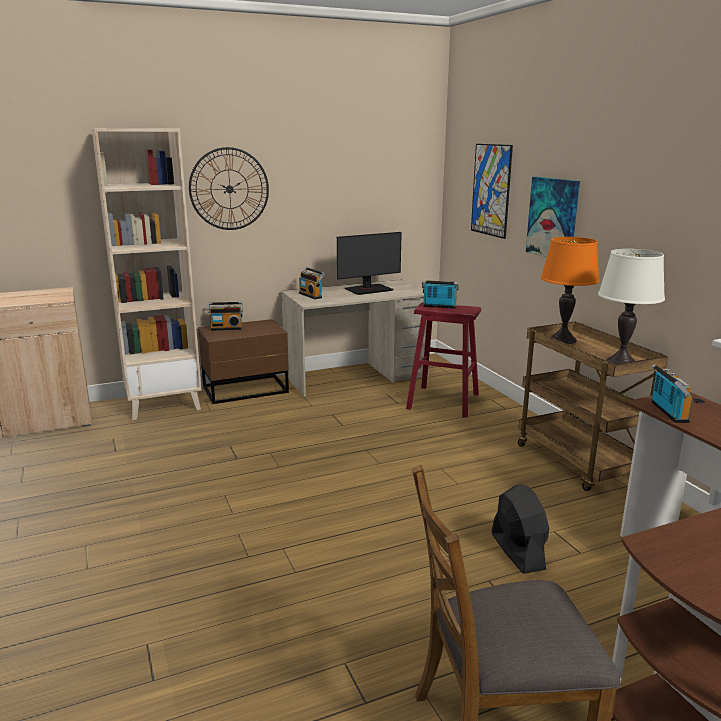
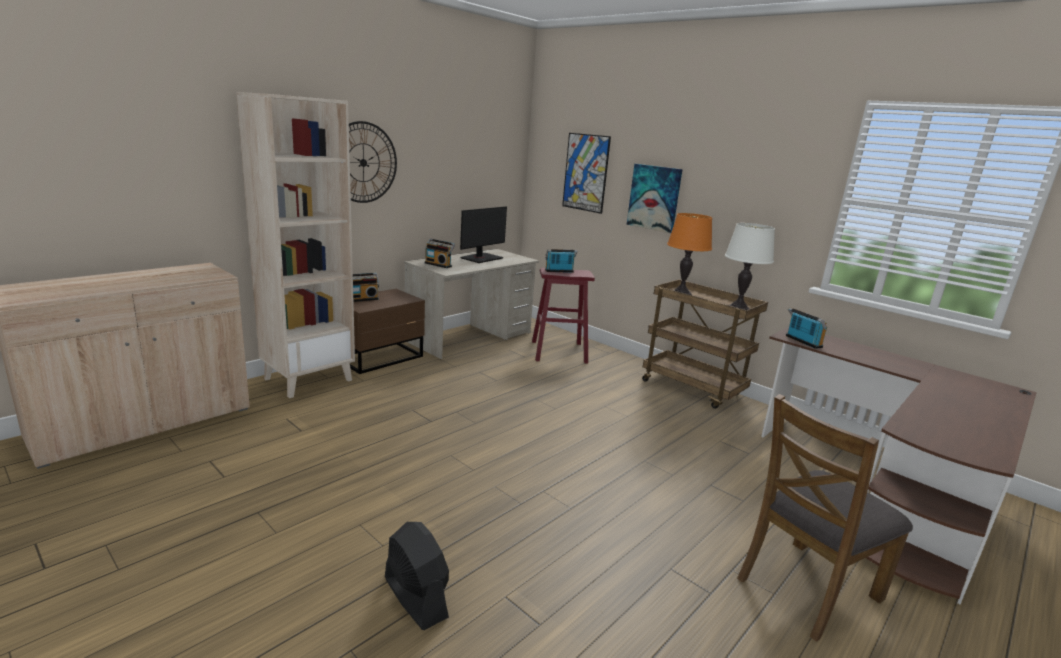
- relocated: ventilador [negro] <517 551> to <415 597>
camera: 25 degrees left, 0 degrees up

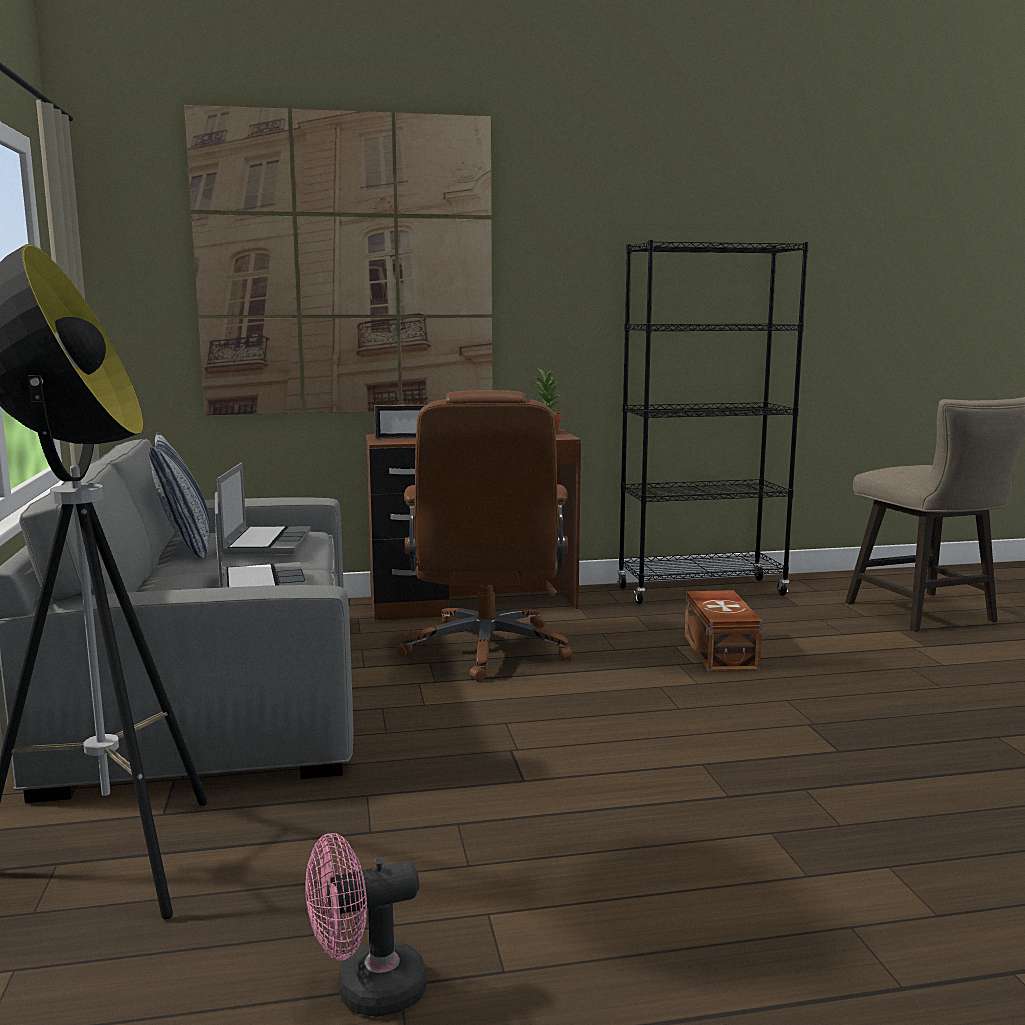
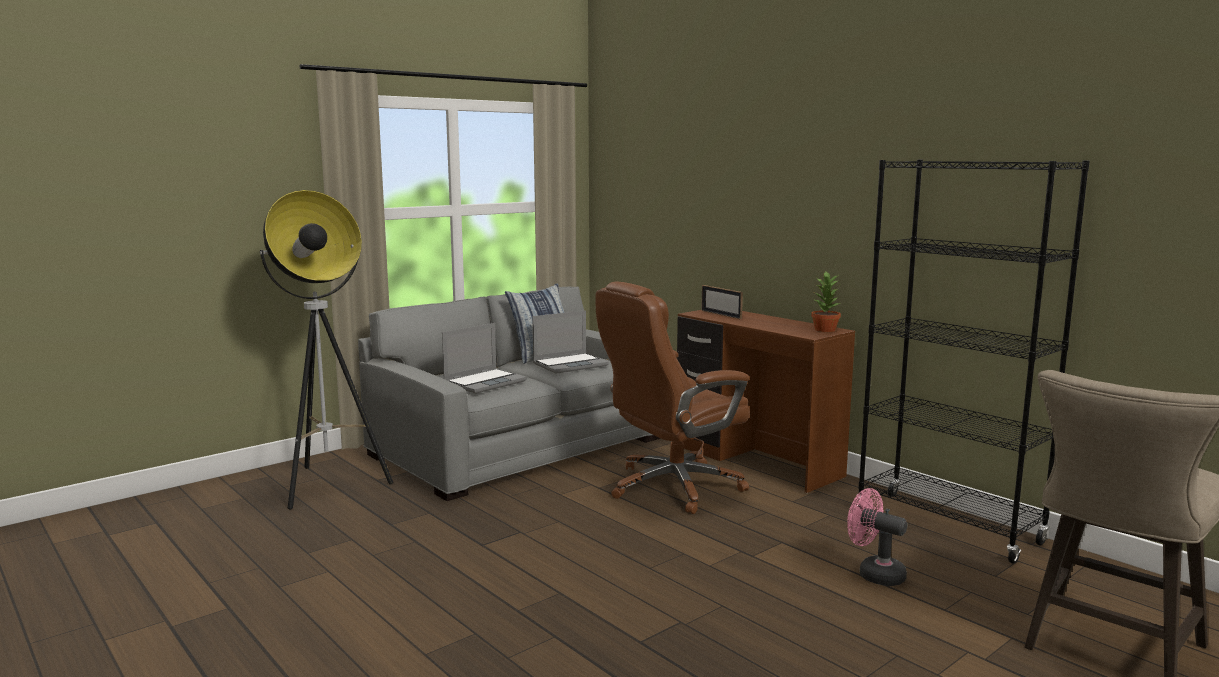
- missing: cuadro <347 266>
- missing: caja de almacenaje [marrón] <721 652>
- relocated: ventilador [rosa] <366 992> to <874 573>
camera: 60 degrees right, 0 degrees up

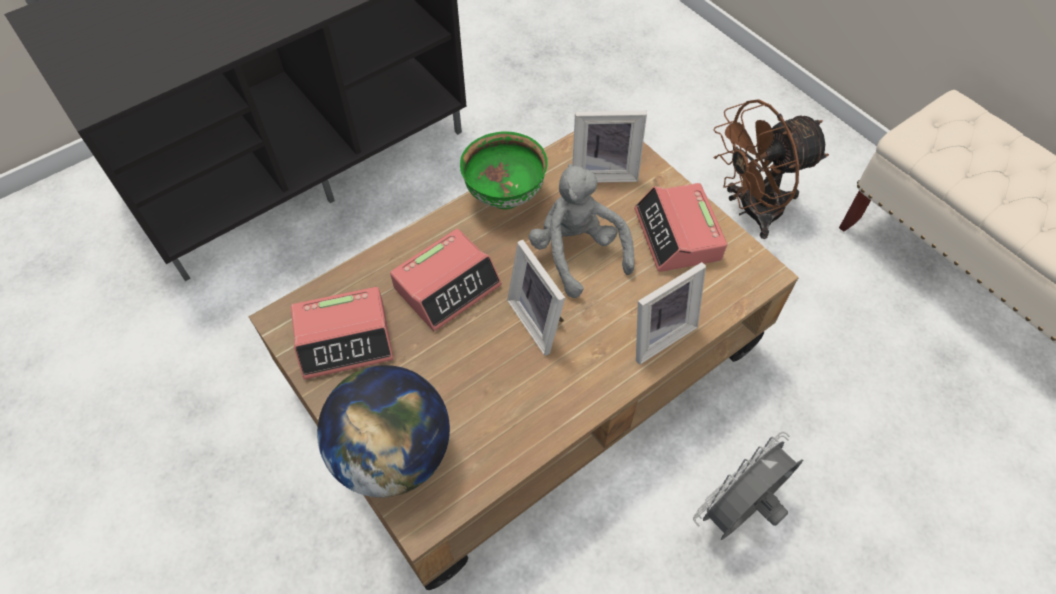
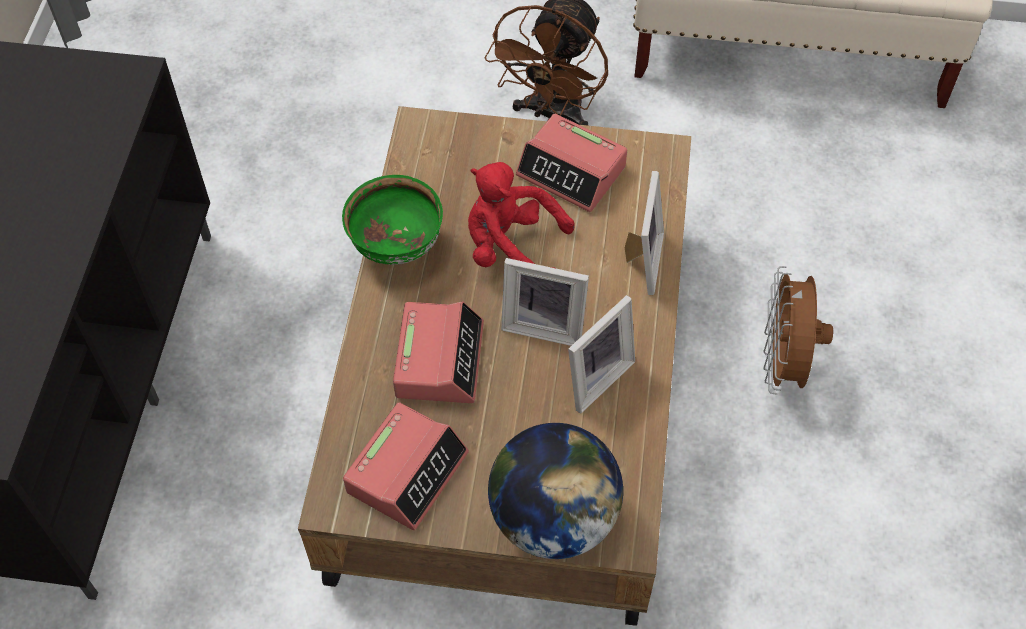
- relocated: portarretratos <603 171> to <594 376>
- colour: peluche [gris] <577 253> to peluche [rojo] <511 248>
- colour: ventilador [gris] <738 511> to ventilador [marrón] <783 364>
camera: 45 degrees left, 0 degrees up

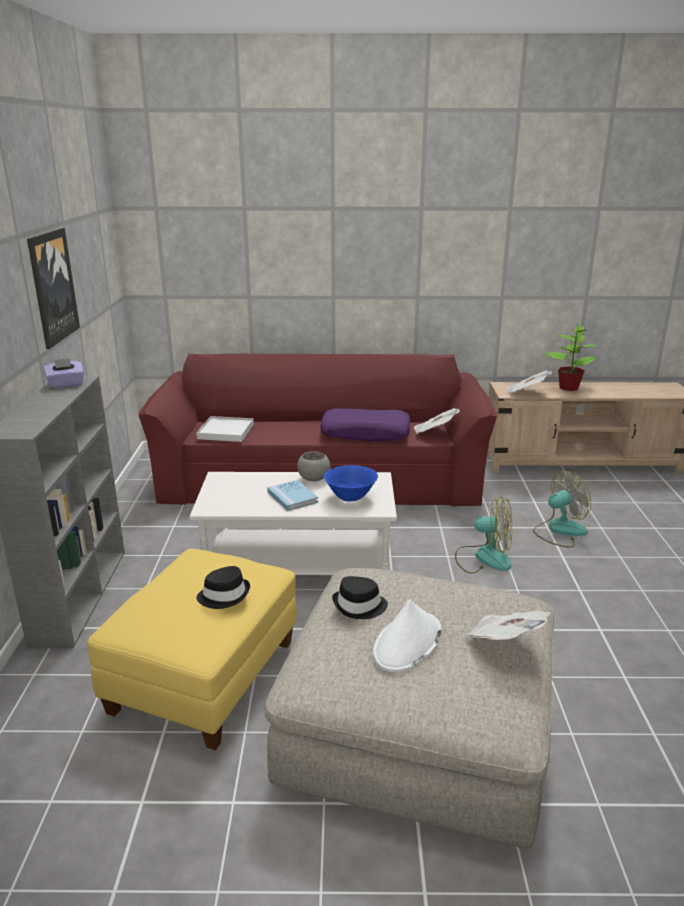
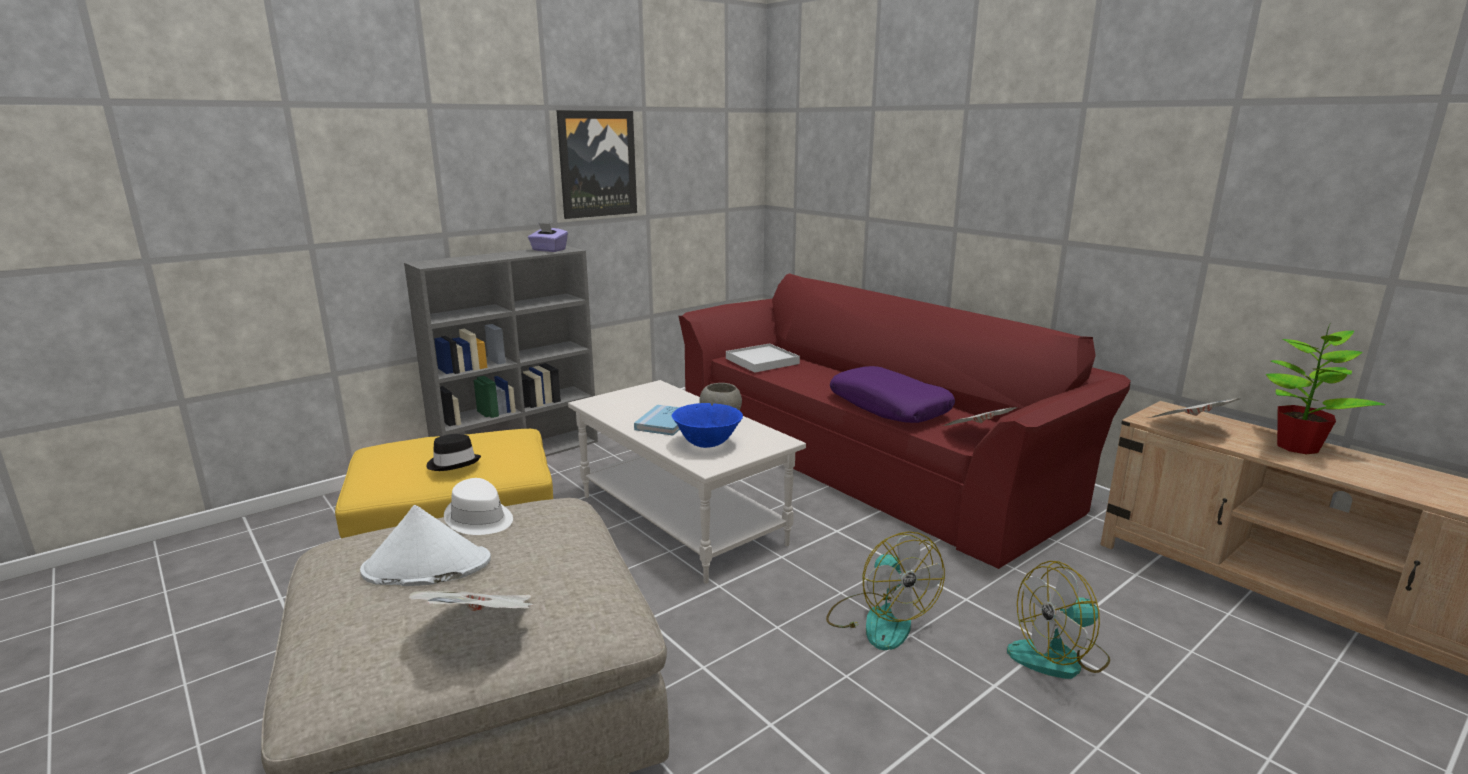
- spun: ventilador <559 531> = <1059 657> 135 degrees clockwise
- colour: sombrero [negro] <359 606> to sombrero [blanco] <479 519>
camera: 50 degrees right, 5 degrees down

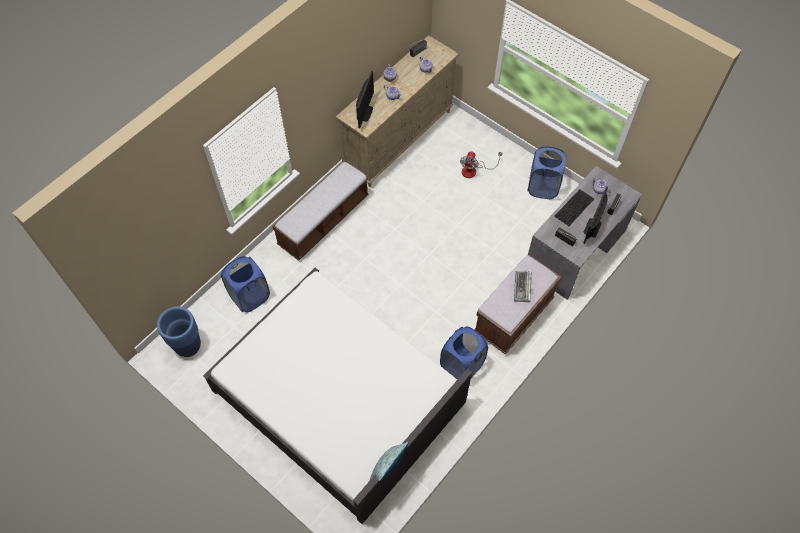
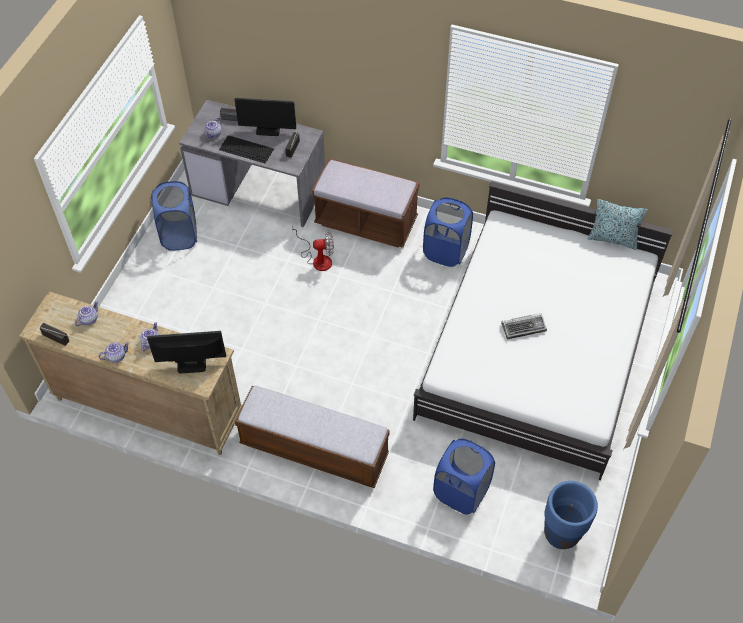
- relocated: ventilador <474 170> to <317 259>
- relocated: teclado <522 288> to <524 327>
camera: 110 degrees left, 5 degrees down

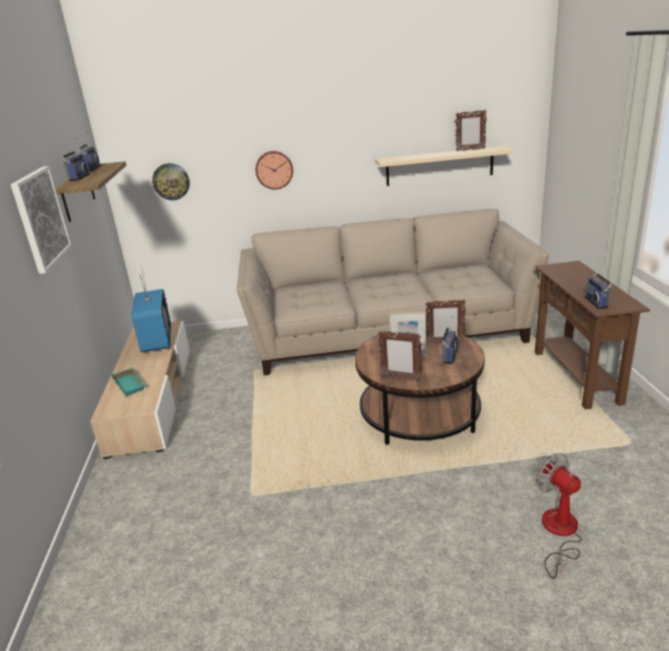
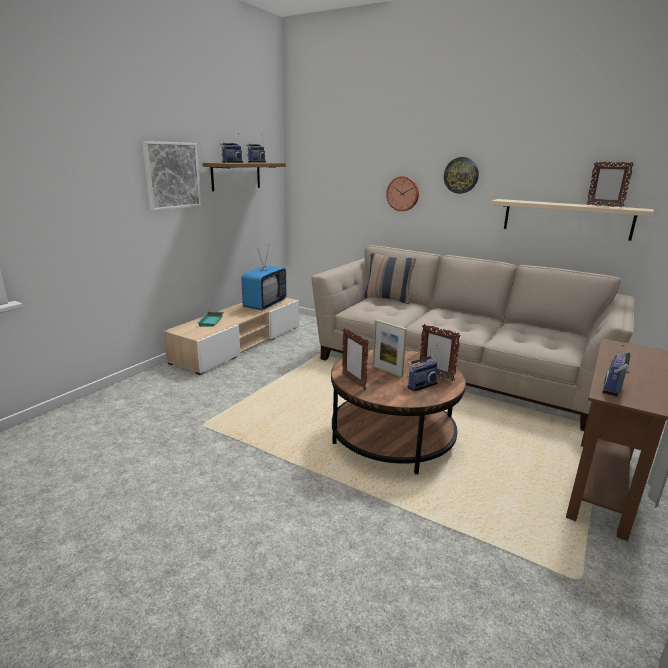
- relocated: reloj de pared <171 181> to <461 175>
- missing: ventilador <559 533>
- appeared: cojín <388 299>
camera: 35 degrees right, 5 degrees down

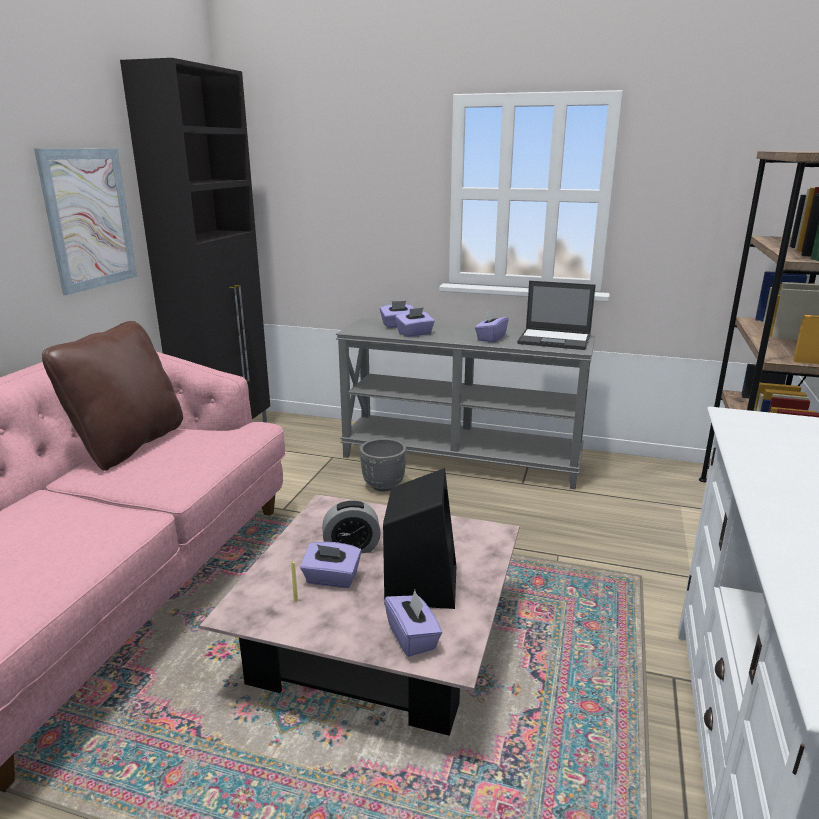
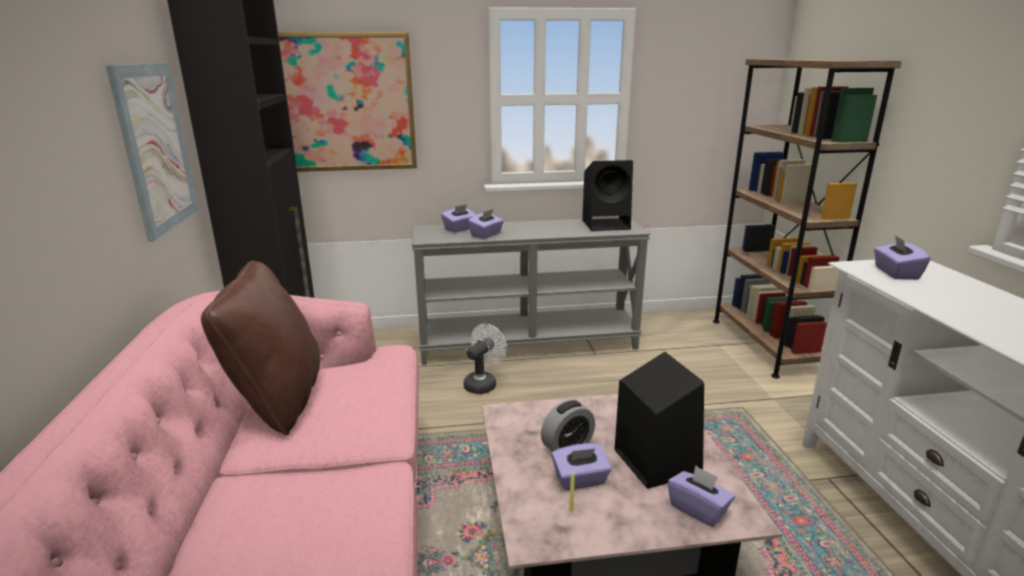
- exchanged: portátil <555 340> to altavoz [negro] <607 224>
- relocated: caja de pañuelos [morado] <490 338> to <895 273>
- exchanged: maceta [gris] <383 486> to ventilador [blanco] <483 383>
- appeared: cuadro <346 103>
camera: 25 degrees left, 0 degrees up

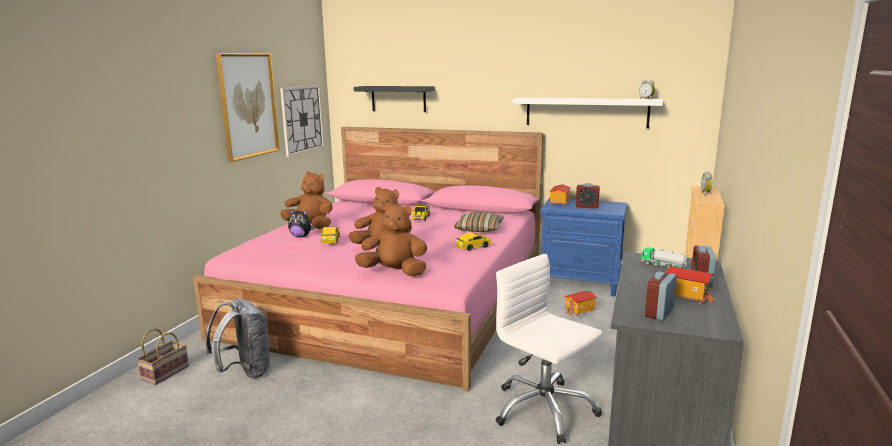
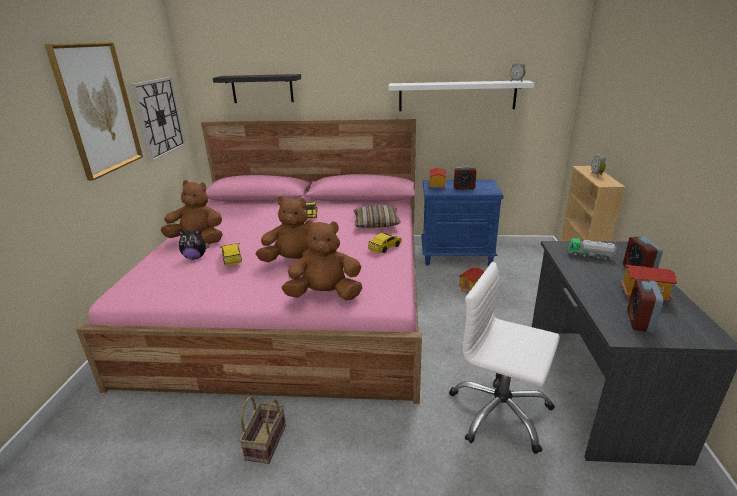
- missing: mochila [gris] <245 372>
- relocated: cesta <165 372> to <265 441>
camera: 15 degrees left, 10 degrees up

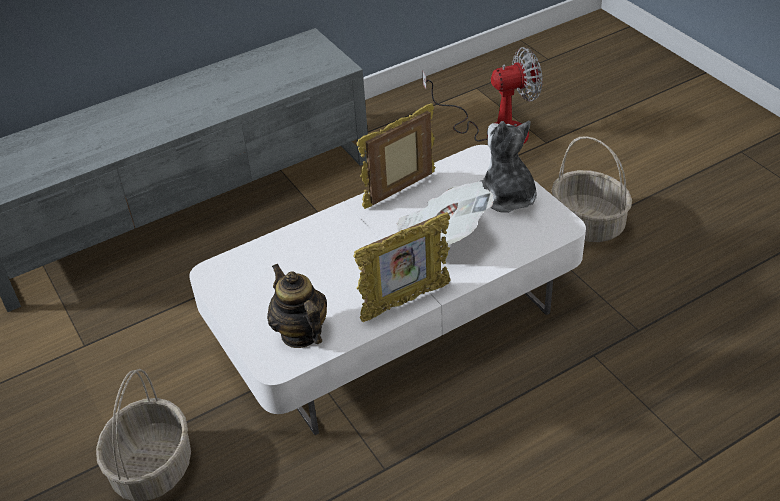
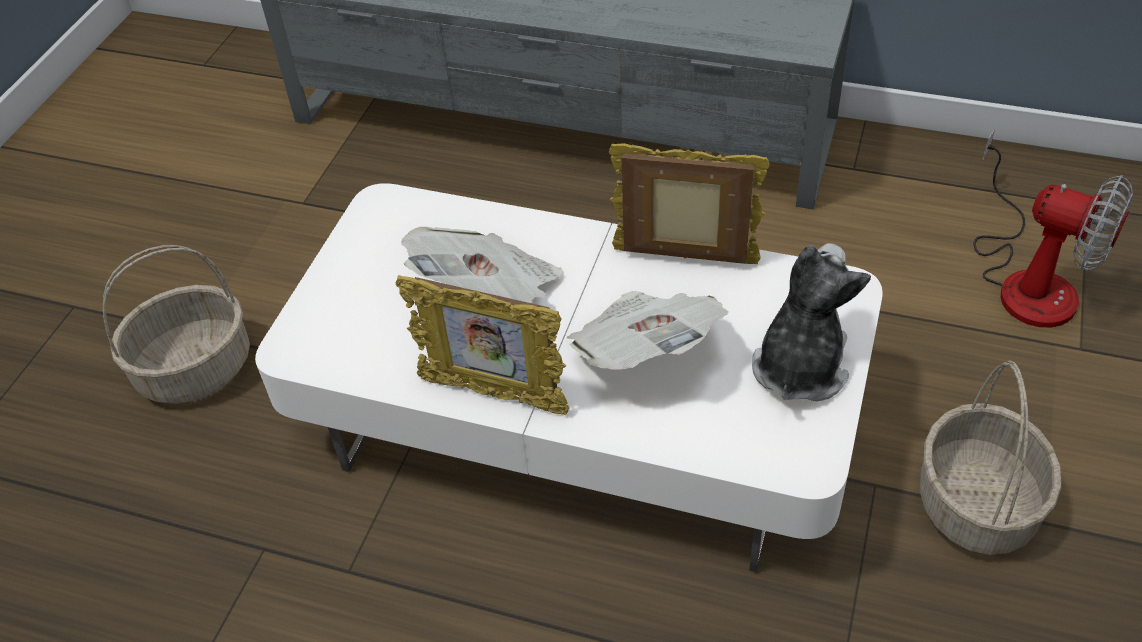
- missing: tetera <300 333>
- appeared: periódico <489 293>
camera: 50 degrees right, 5 degrees up

